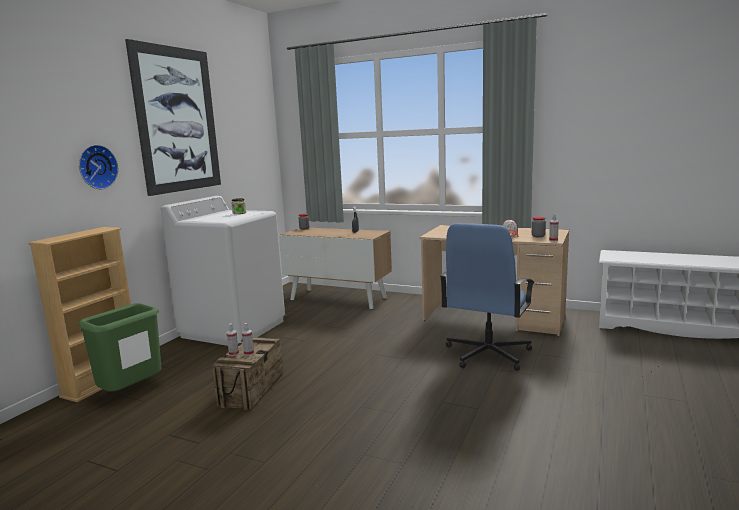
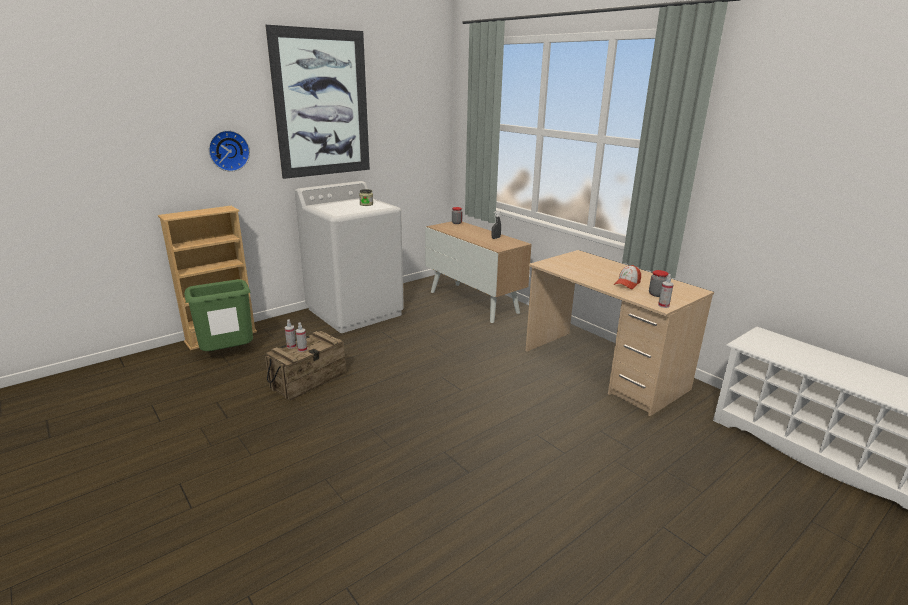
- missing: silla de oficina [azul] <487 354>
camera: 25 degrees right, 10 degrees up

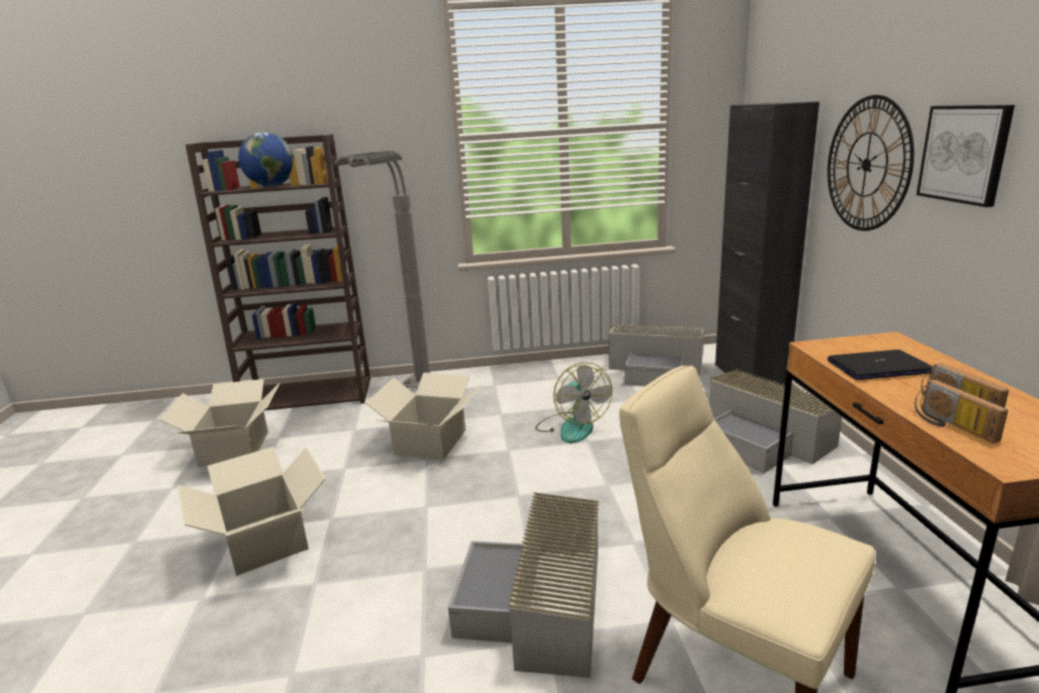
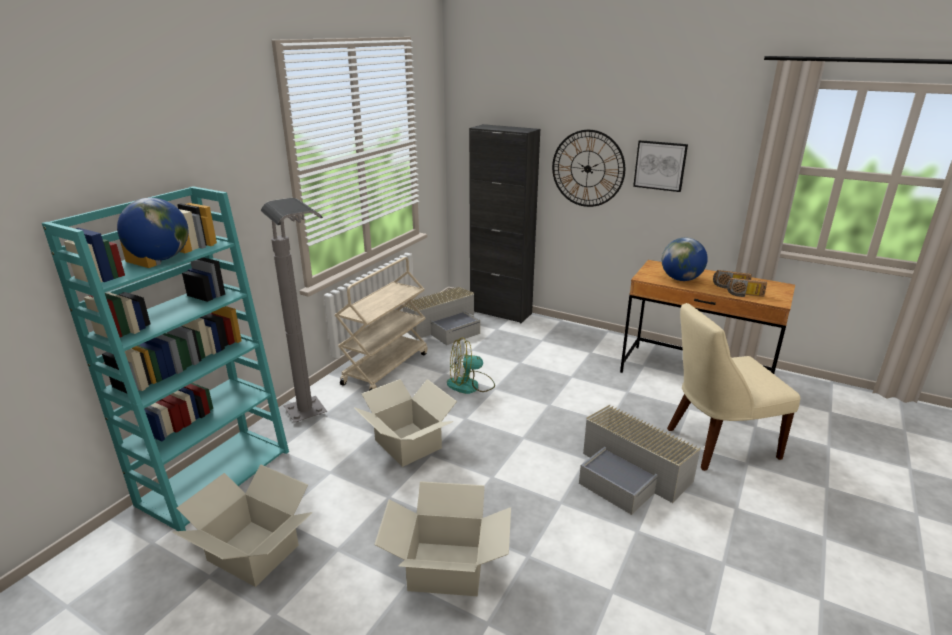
- colour: estantería [marrón] <310 395> to estantería [turquesa] <216 476>
- exchanged: portátil <878 367> to globo terráqueo <681 279>
- spun: ventilador <572 427> = <470 385> 150 degrees clockwise
- missing: caja de almacenaje [gris] <764 439>
- appeared: carrito [beis] <386 368>
camera: 55 degrees left, 5 degrees up

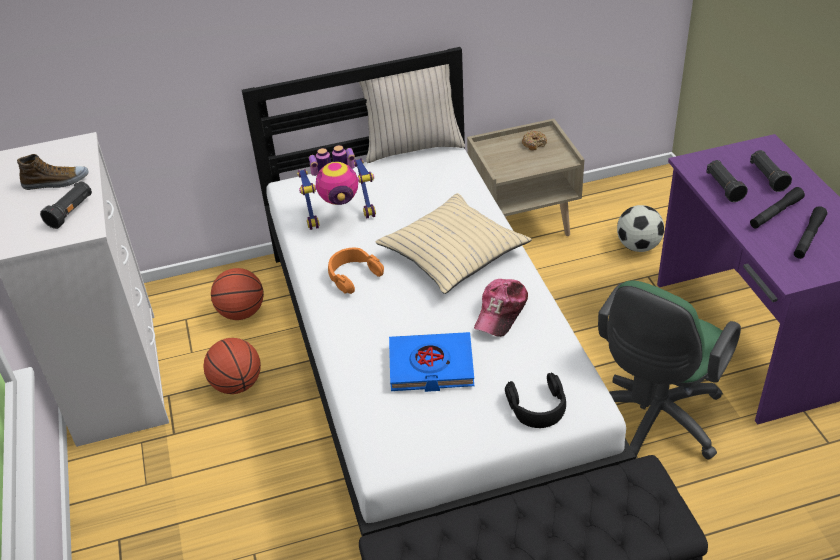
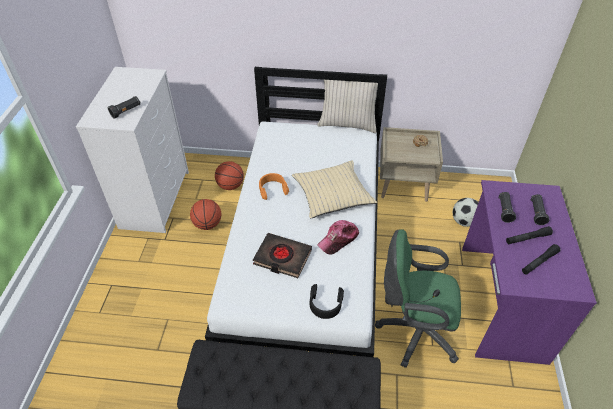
- missing: robot de juguete <340 216>
- missing: zapato <56 182>
- spun: silla de oficina [verde] <653 422> = <413 331> 45 degrees clockwise
- colour: libro [azul] <431 366> to libro [negro] <282 258>
camera: 20 degrees right, 5 degrees up

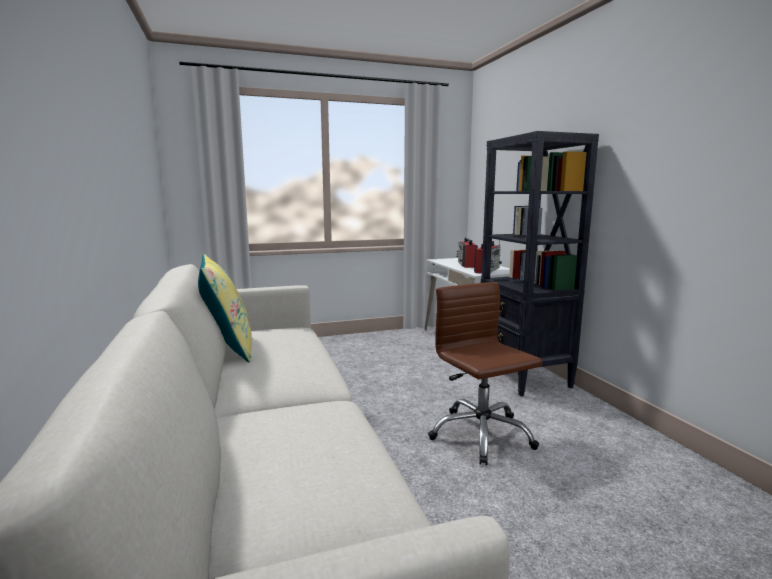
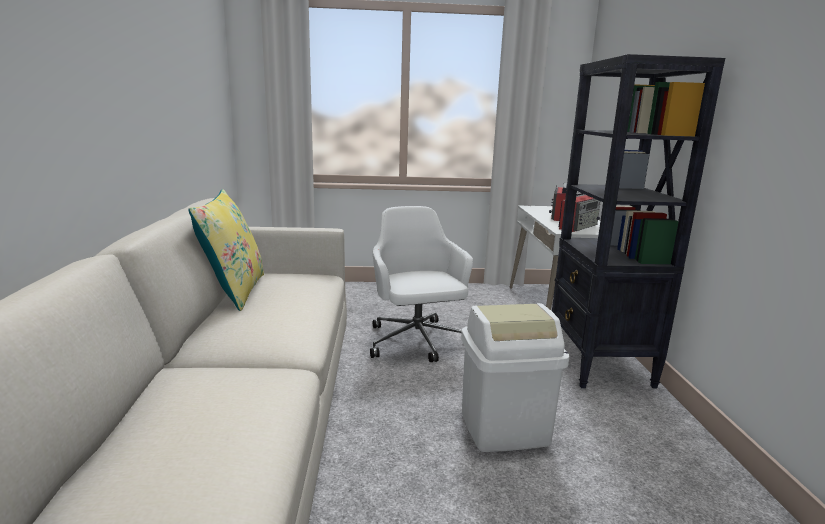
- exchanged: silla de oficina [marrón] <481 435> to papelera [blanco] <504 428>
- appeared: silla de oficina [blanco] <416 342>
camera: 15 degrees right, 5 degrees up

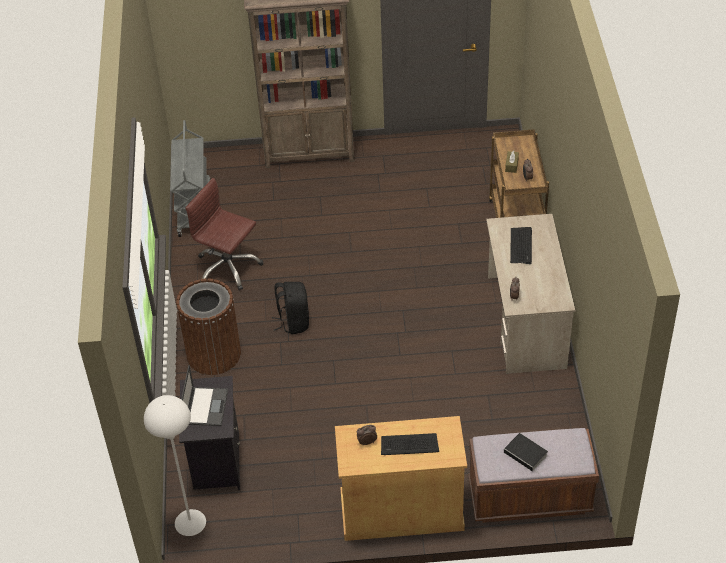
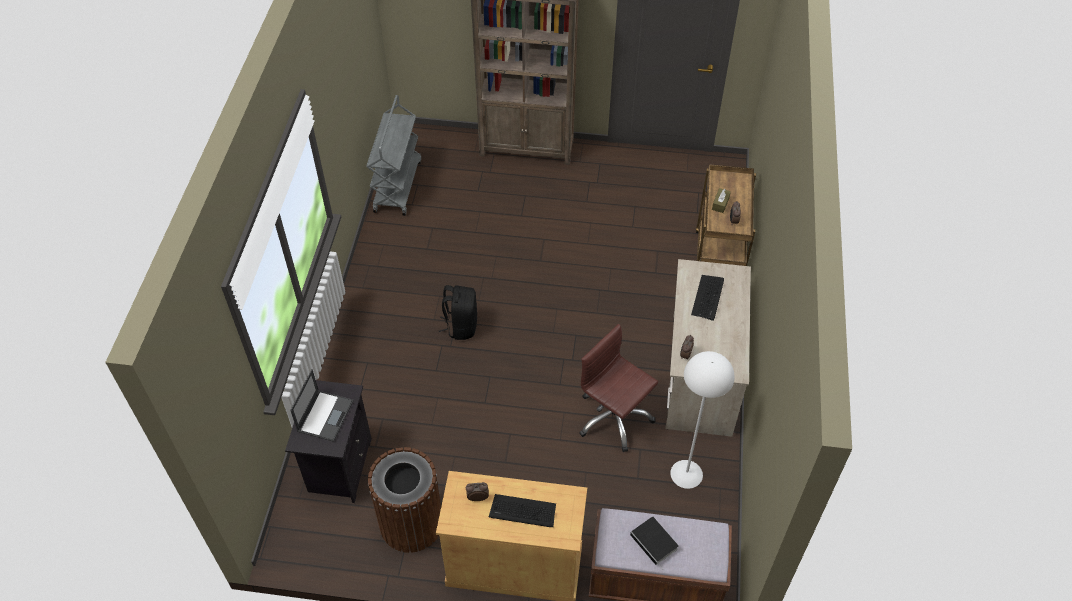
- relocated: silla de oficina [marrón] <228 267> to <614 418>
- relocated: papelera [marrón] <213 354> to <411 523>
- relocated: lámpara de pie [blanco] <190 522> to <686 474>
camera: 10 degrees right, 5 degrees up

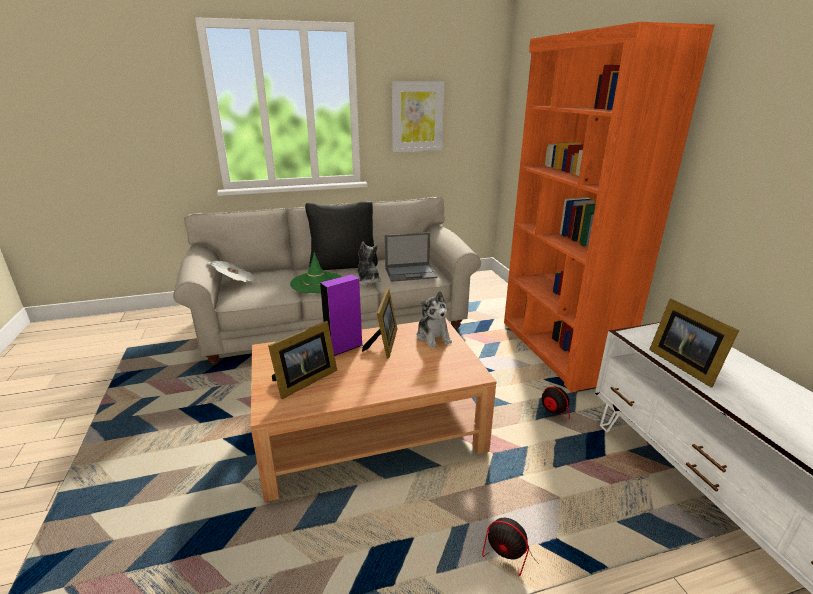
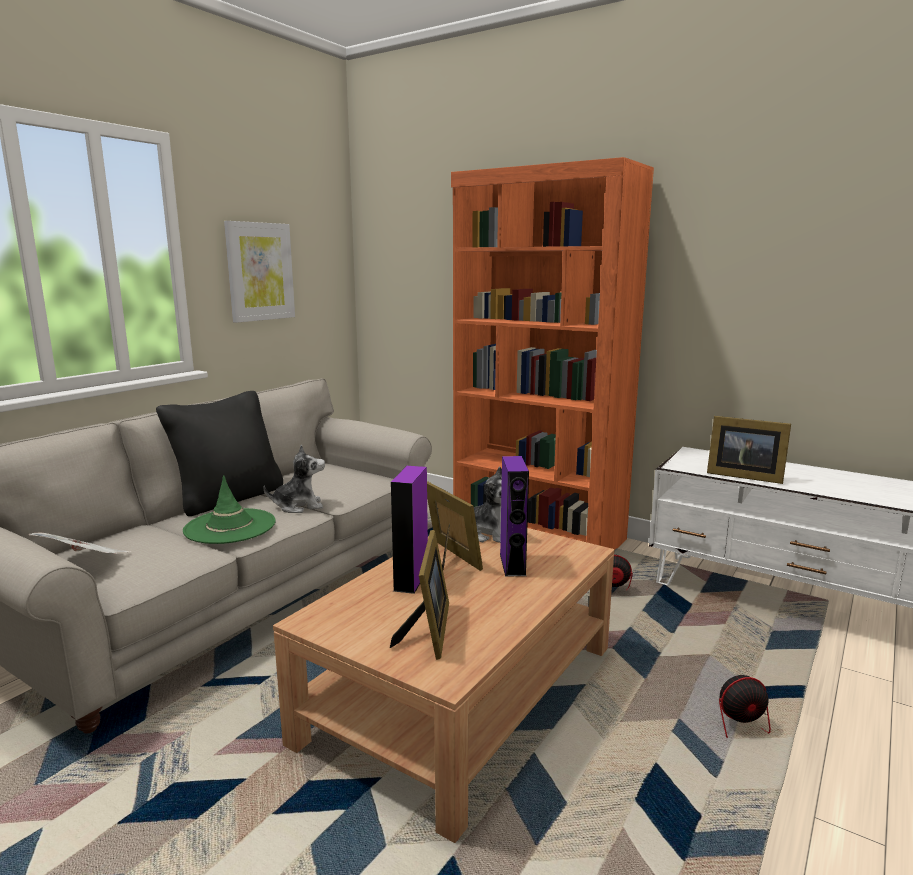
- missing: portátil <411 273>
- spun: peluche <367 281> = <299 506> 135 degrees clockwise
- appeared: altavoz [morado] <512 564>
camera: 40 degrees left, 10 degrees down

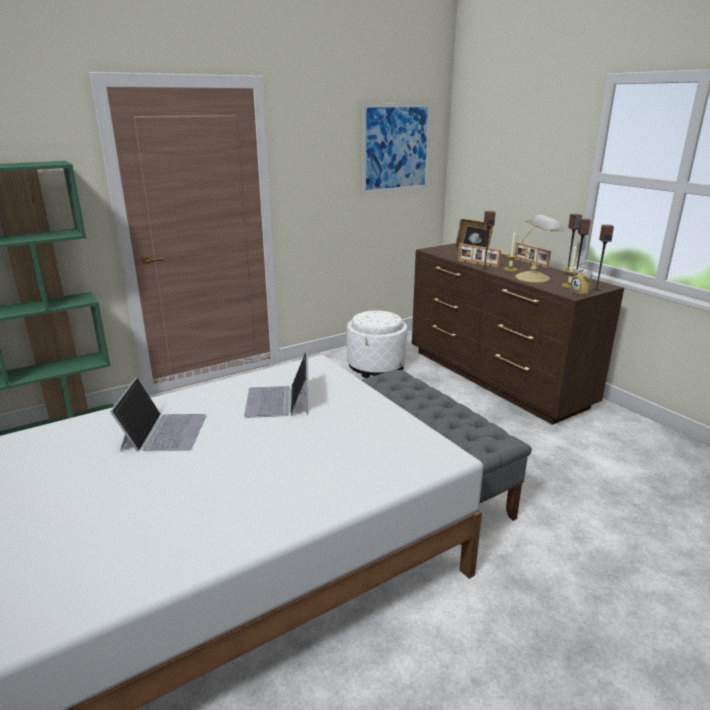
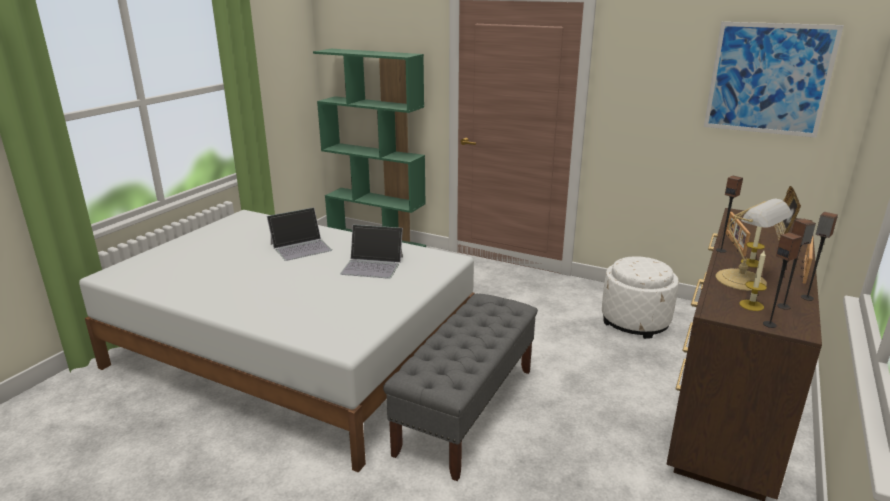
- missing: despertador <582 294>
- spun: portátil <279 401> = <373 265> 135 degrees counterclockwise
camera: 60 degrees right, 0 degrees up

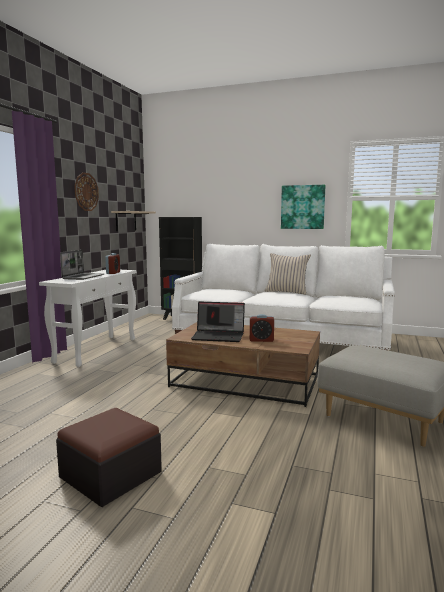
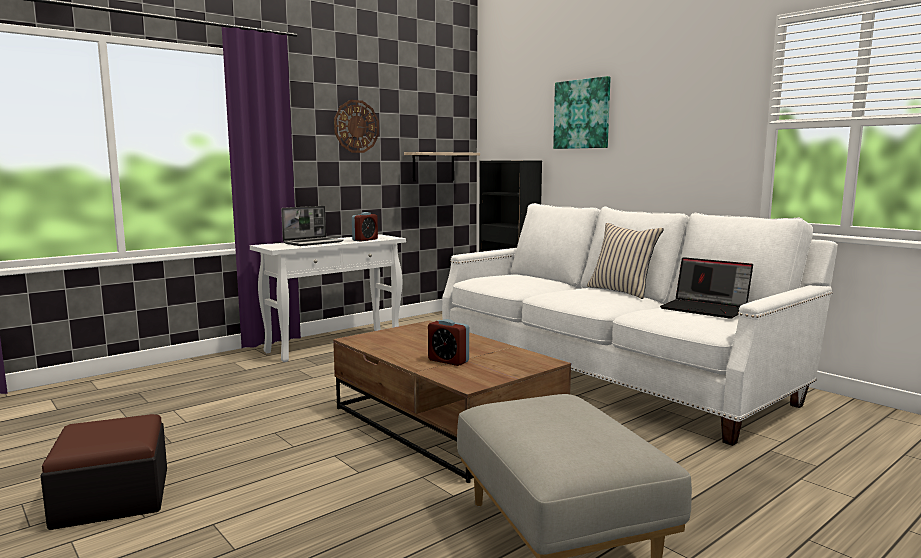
- relocated: cuadro <302 207> to <582 114>
- relocated: portátil <219 336> to <706 309>
camera: 30 degrees right, 0 degrees up

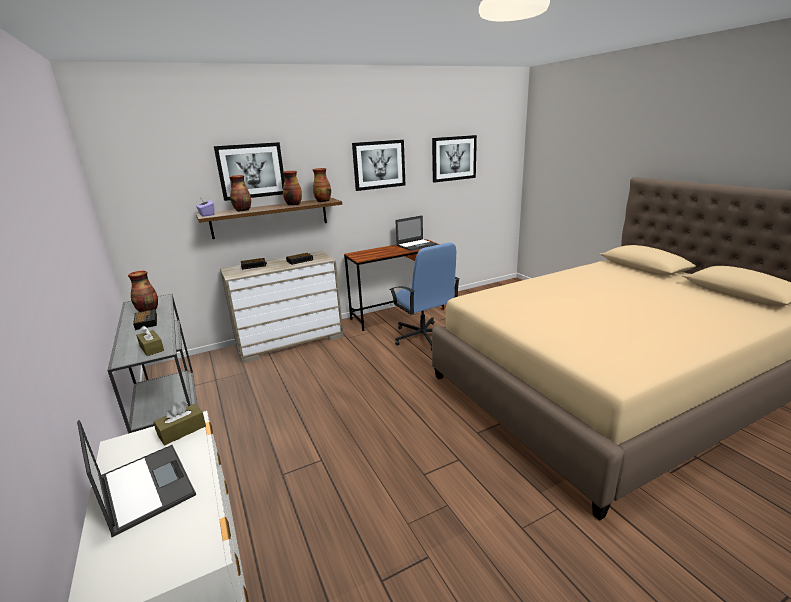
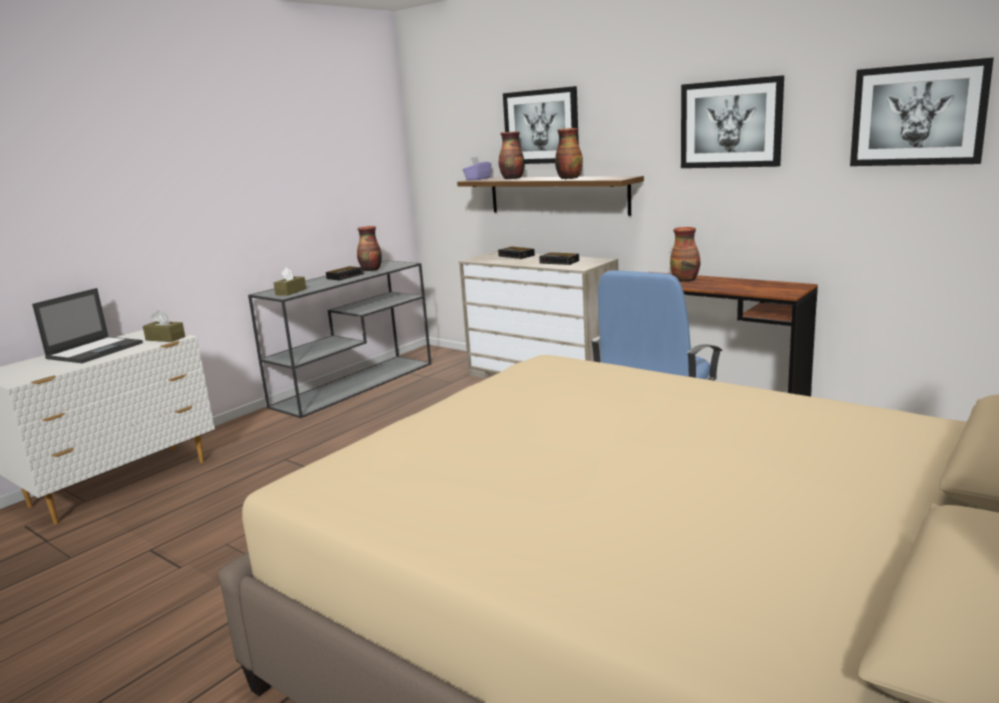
- relocated: florero <323 201> to <685 280>
- missing: portátil <417 245>
camera: 65 degrees right, 5 degrees down

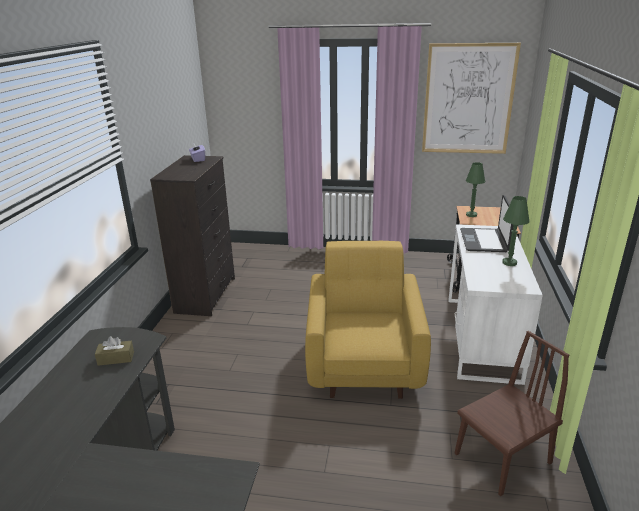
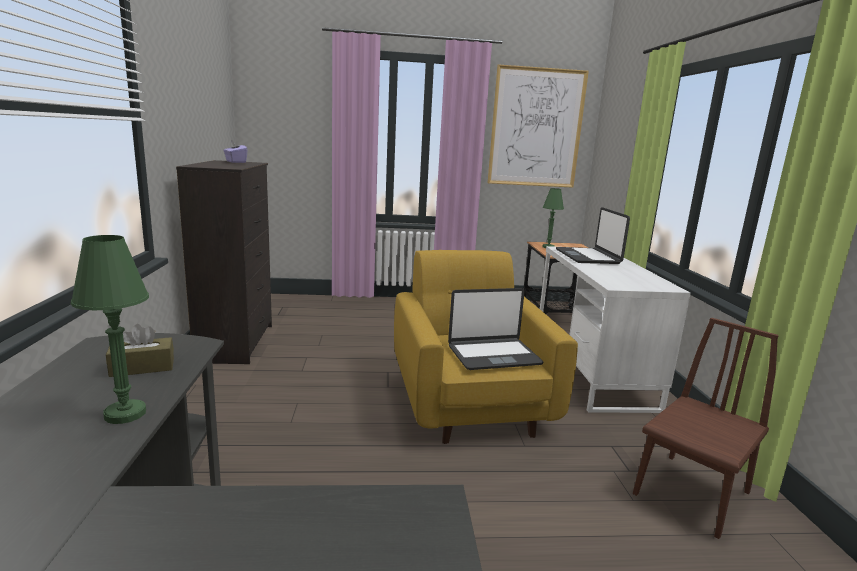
- relocated: lámpara de mesa [verde] <509 263> to <125 414>
- appeared: portátil <493 355>
camera: 15 degrees left, 10 degrees down

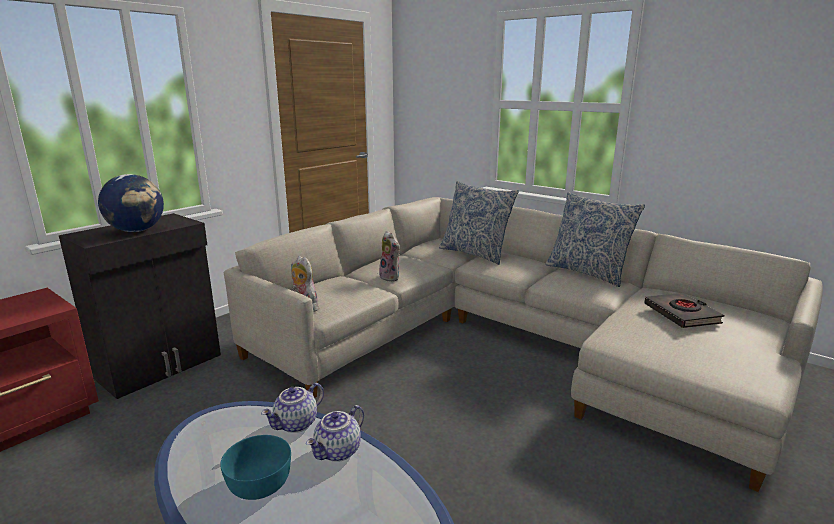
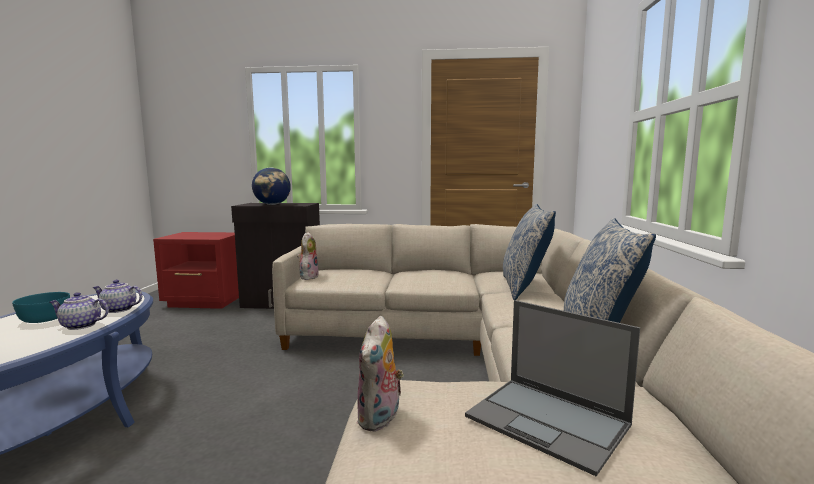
- relocated: peluche <391 277> to <380 419>
- exchanged: libro [negro] <682 314> to portátil <549 421>
camera: 55 degrees right, 10 degrees down

